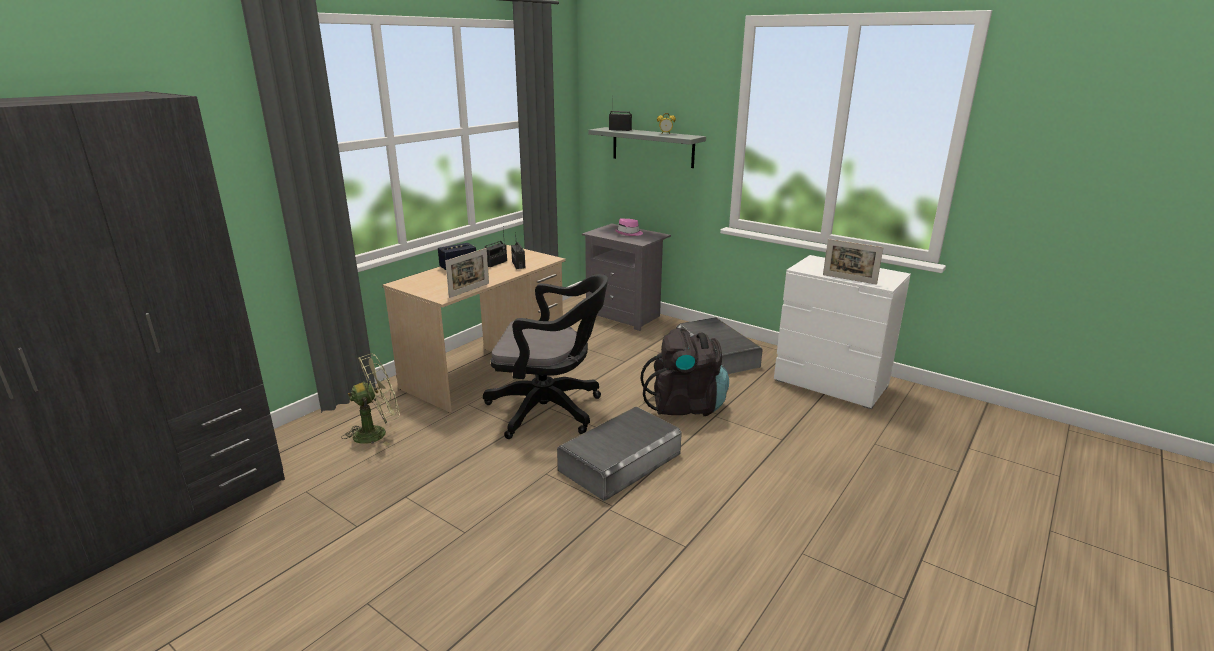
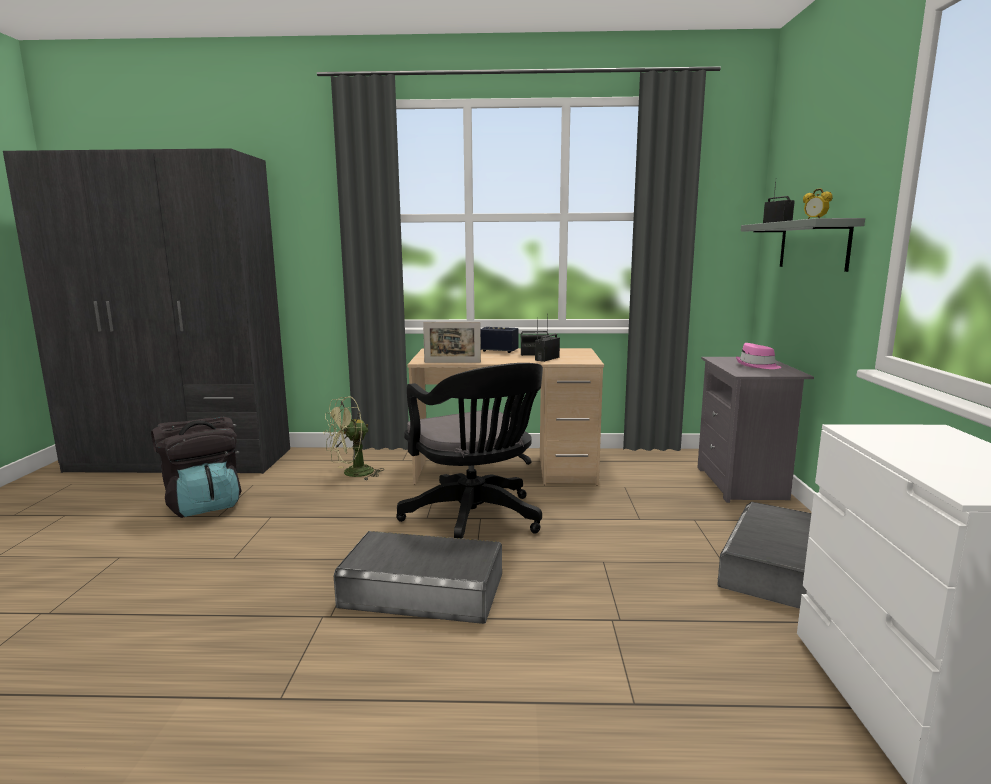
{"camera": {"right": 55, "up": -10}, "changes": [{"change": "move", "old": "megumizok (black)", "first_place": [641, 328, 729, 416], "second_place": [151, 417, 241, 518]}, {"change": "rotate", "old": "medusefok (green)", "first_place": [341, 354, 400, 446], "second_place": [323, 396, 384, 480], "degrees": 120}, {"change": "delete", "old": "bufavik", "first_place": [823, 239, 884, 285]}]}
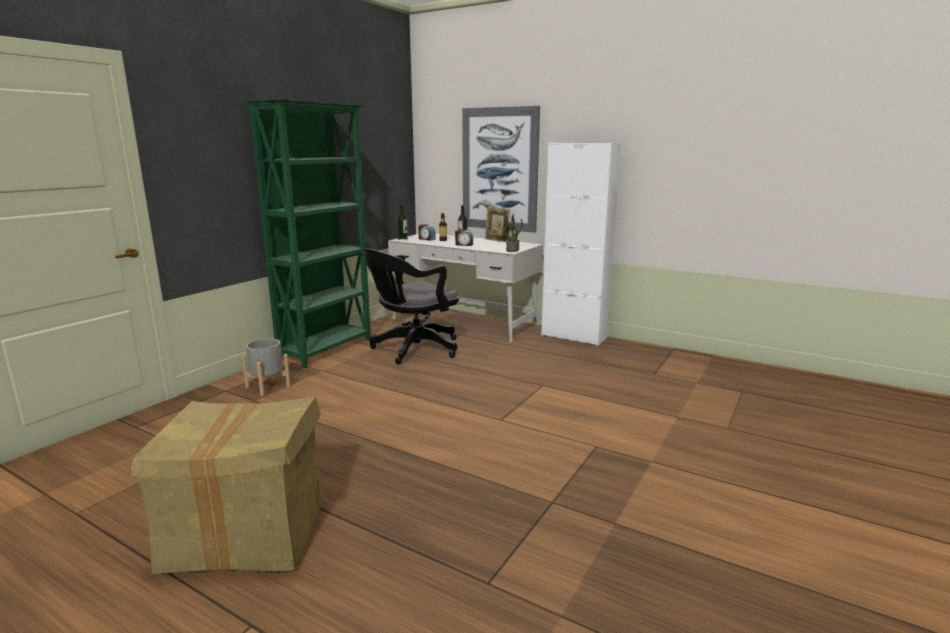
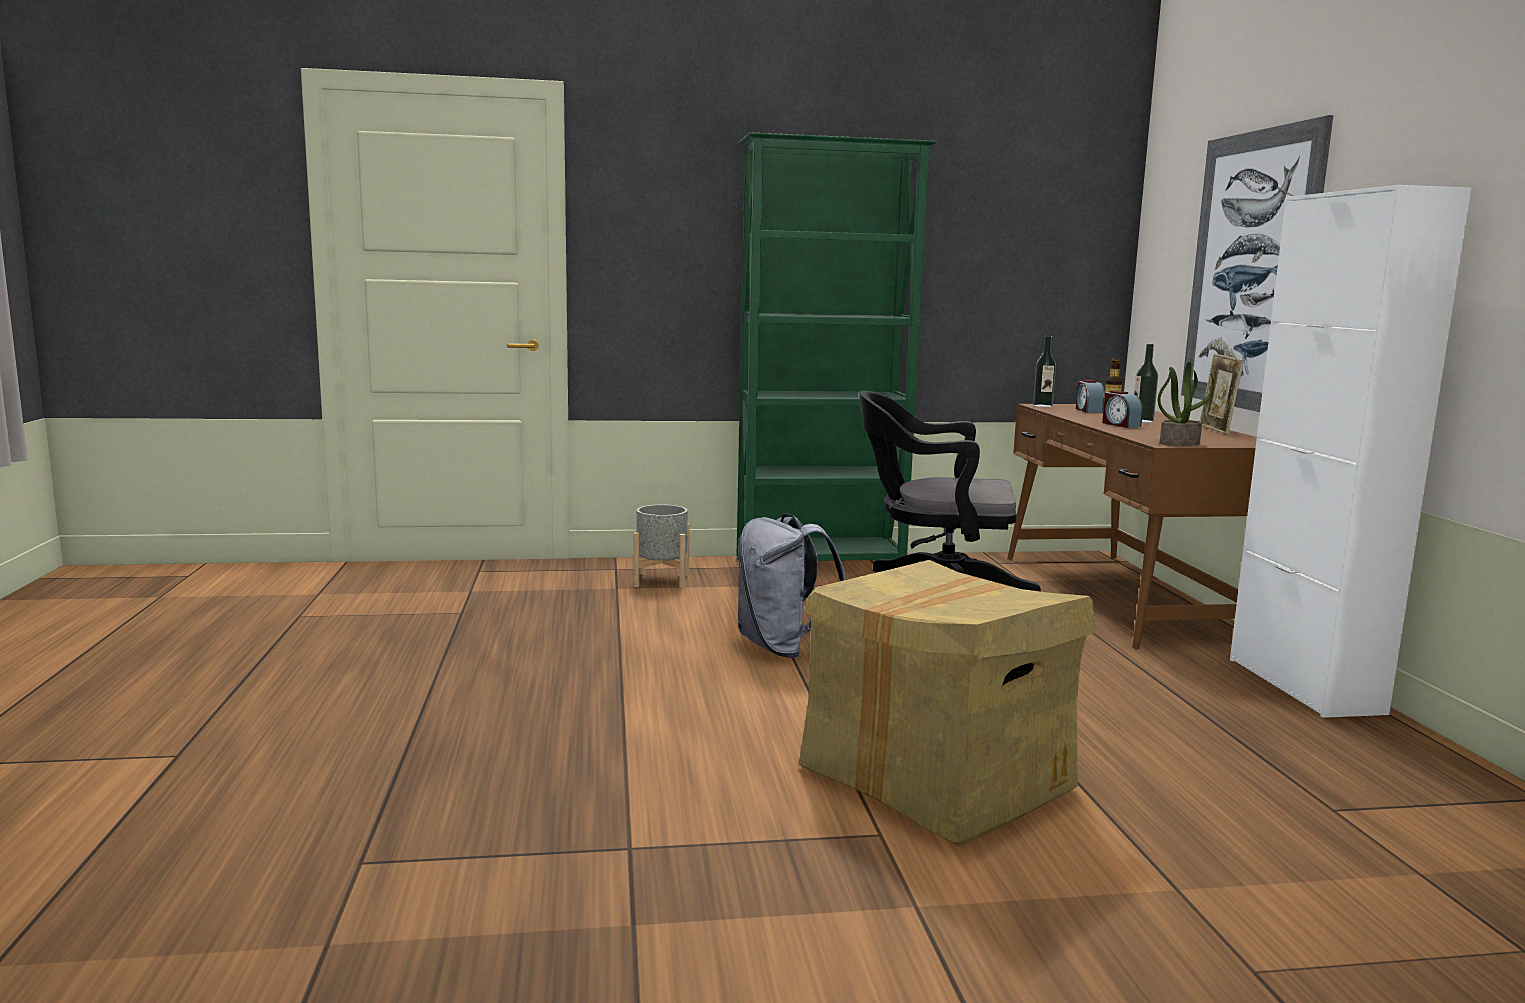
{"camera": {"right": 50, "up": -5}, "changes": [{"change": "insert", "new": "megumizok (grey)", "second_place": [737, 514, 846, 658]}, {"change": "move", "old": "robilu", "first_place": [131, 397, 325, 574], "second_place": [799, 560, 1095, 846]}, {"change": "recolor", "old": "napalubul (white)", "new": "napalubul (brown)", "first_place": [388, 234, 543, 342], "second_place": [1007, 404, 1257, 649]}]}
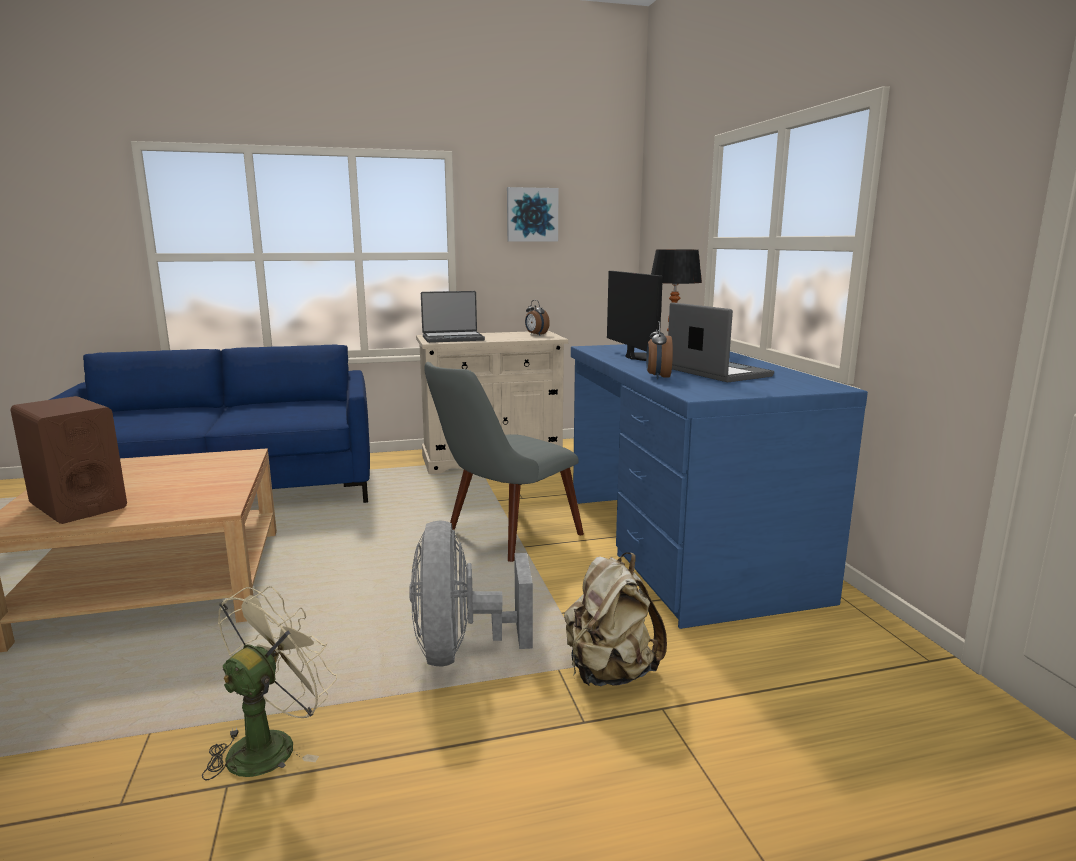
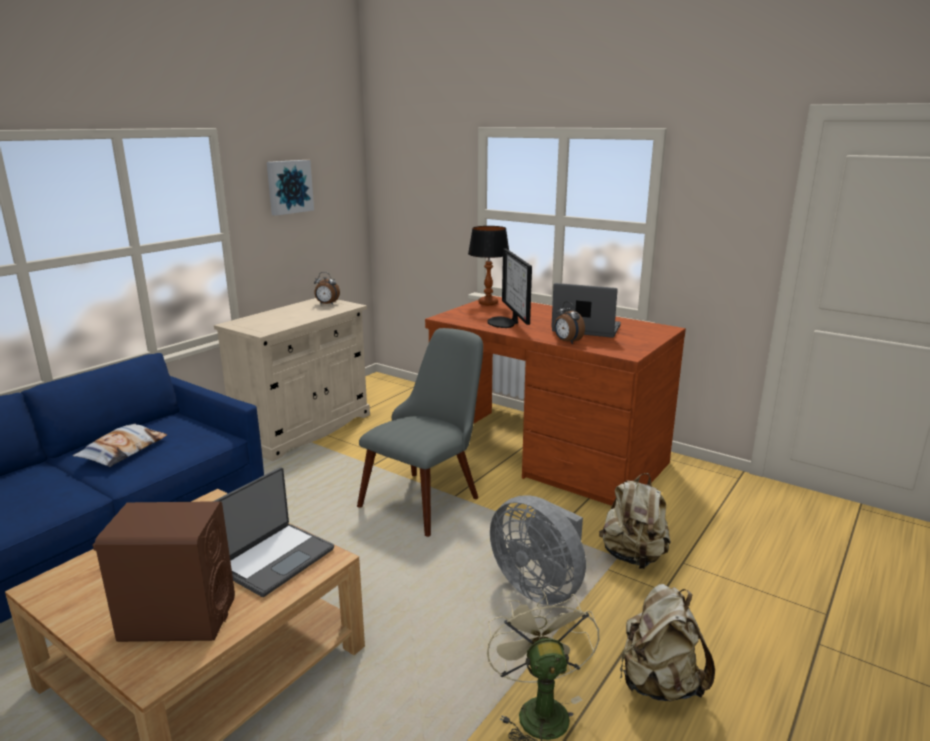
{"camera": {"right": -40, "up": 5}, "changes": [{"change": "insert", "new": "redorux", "second_place": [73, 424, 167, 467]}, {"change": "move", "old": "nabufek", "first_place": [421, 291, 485, 343], "second_place": [215, 467, 334, 597]}, {"change": "rotate", "old": "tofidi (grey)", "first_place": [424, 362, 584, 562], "second_place": [357, 328, 483, 537], "degrees": -150}, {"change": "recolor", "old": "napalubul (blue)", "new": "napalubul (brown)", "first_place": [571, 344, 868, 629], "second_place": [425, 296, 686, 506]}, {"change": "rotate", "old": "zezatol", "first_place": [607, 271, 663, 361], "second_place": [487, 248, 532, 328], "degrees": -135}, {"change": "insert", "new": "megumizok (beige)", "second_place": [619, 584, 715, 702]}]}
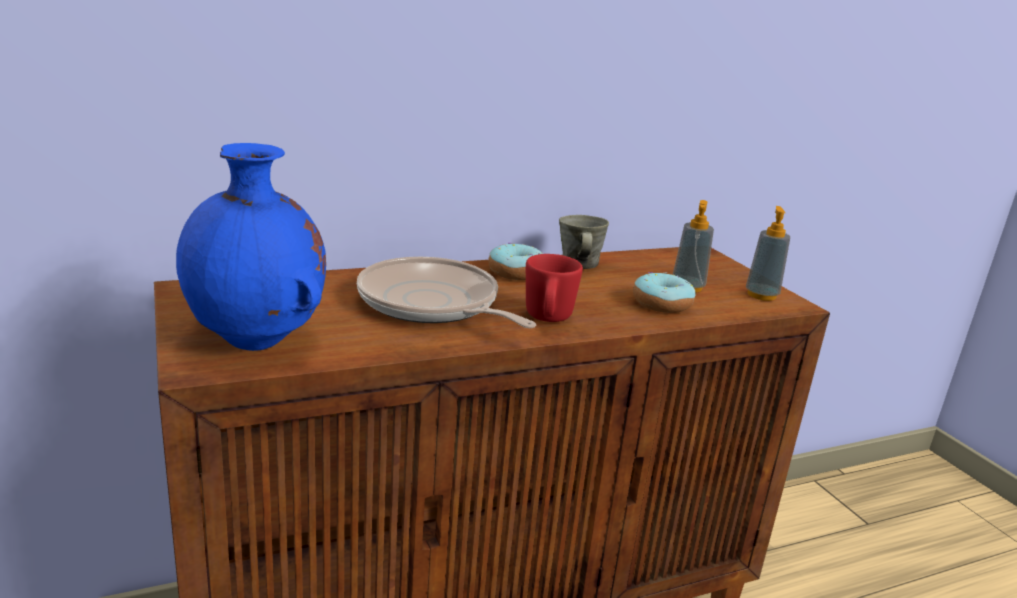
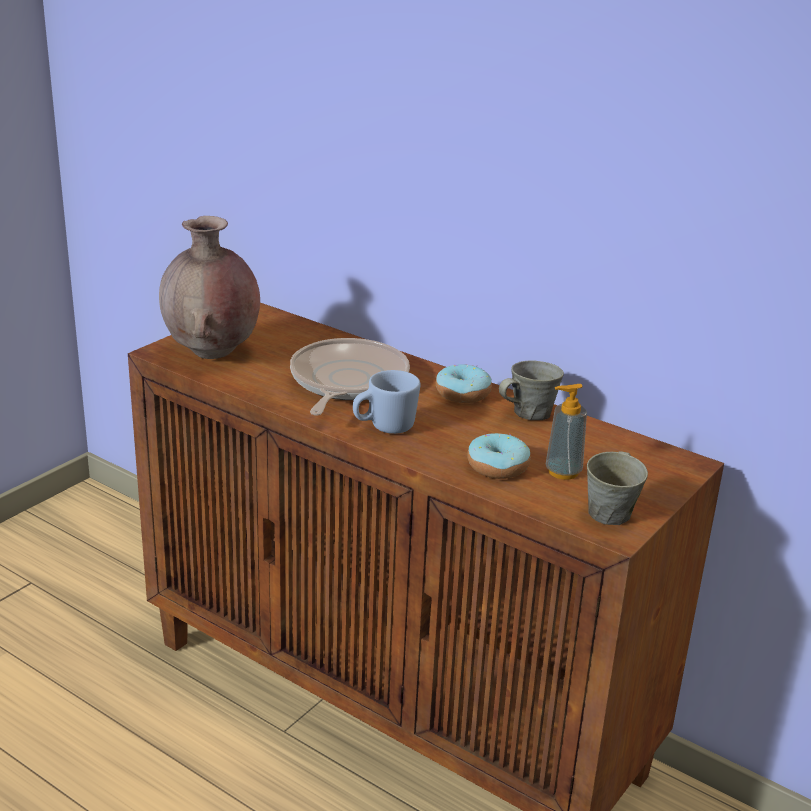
{"camera": {"right": 60, "up": 5}, "changes": [{"change": "recolor", "old": "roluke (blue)", "new": "roluke (brown)", "first_place": [176, 143, 326, 351], "second_place": [159, 216, 260, 359]}, {"change": "recolor", "old": "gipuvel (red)", "new": "gipuvel (blue)", "first_place": [526, 254, 583, 322], "second_place": [353, 370, 420, 434]}, {"change": "replace", "old": "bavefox", "new": "gipuvel (grey)", "first_place": [746, 206, 790, 301], "second_place": [587, 451, 648, 525]}]}
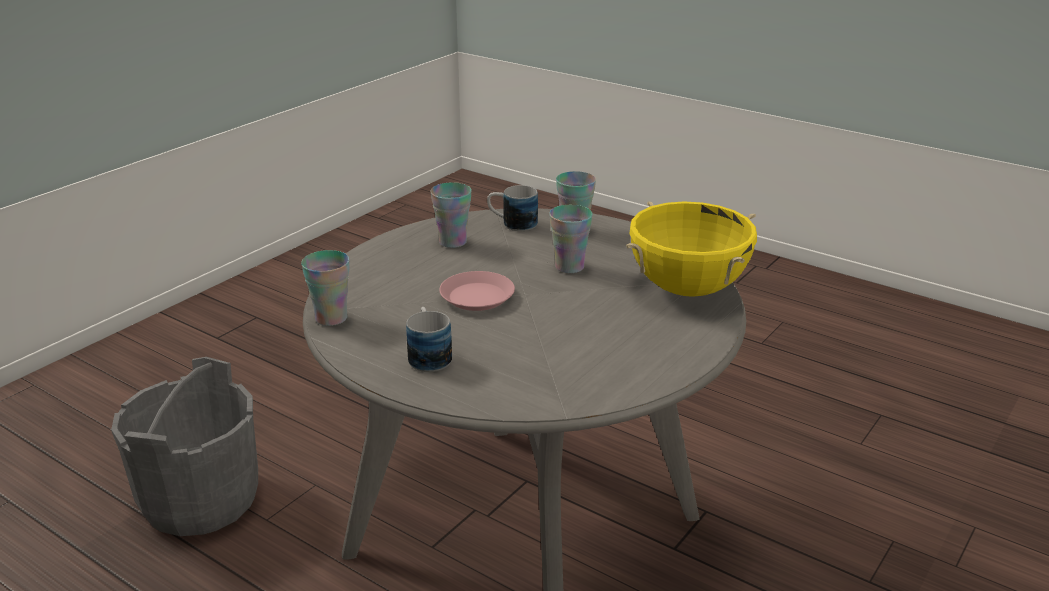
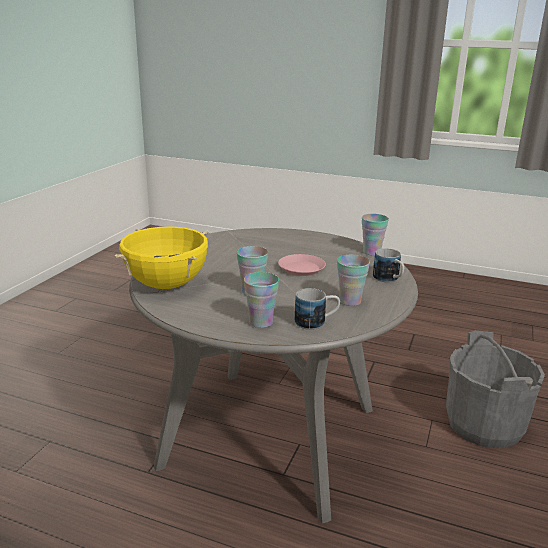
{"camera": {"right": 165, "up": -5}, "changes": [{"change": "move", "old": "gipuvel", "first_place": [406, 307, 452, 372], "second_place": [373, 248, 404, 282]}]}
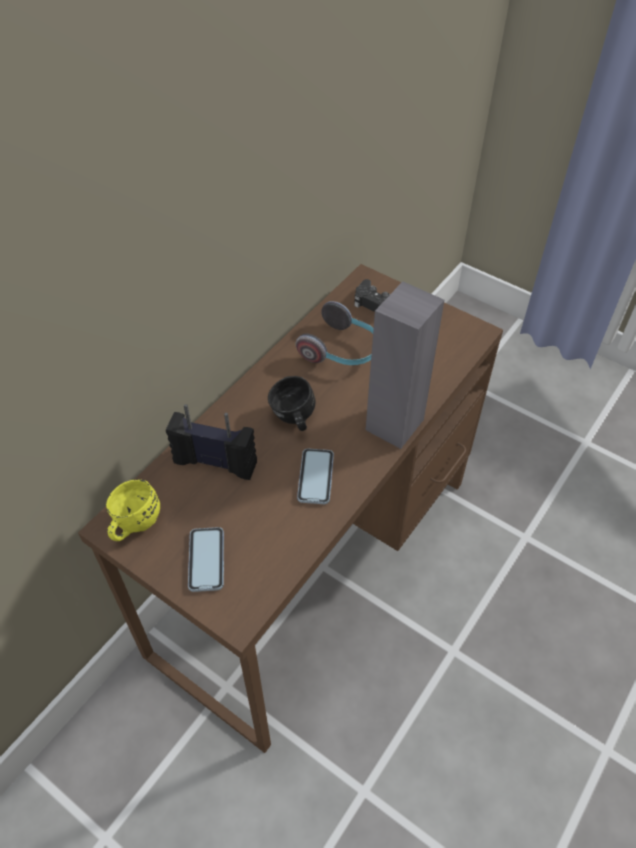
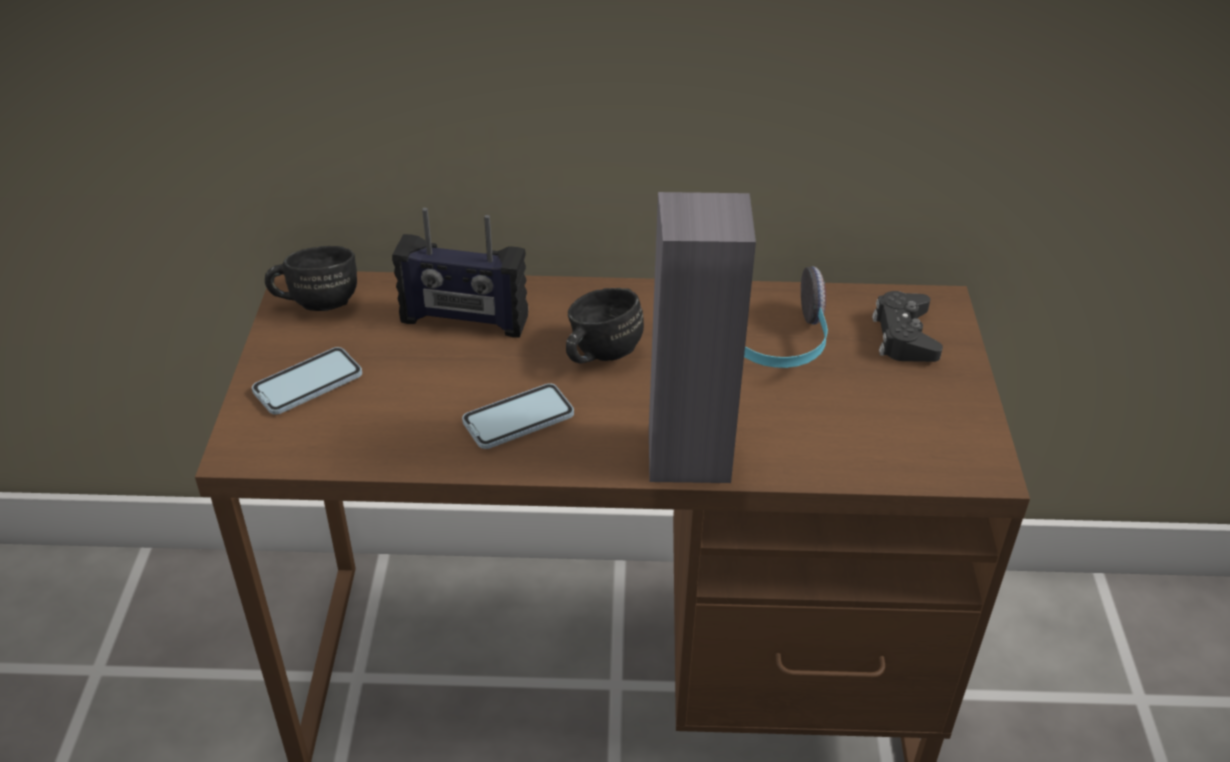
{"camera": {"right": 55, "up": -10}, "changes": [{"change": "recolor", "old": "gipuvel (yellow)", "new": "gipuvel (black)", "first_place": [106, 479, 160, 541], "second_place": [265, 246, 357, 311]}, {"change": "rotate", "old": "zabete", "first_place": [166, 404, 257, 480], "second_place": [392, 208, 528, 338], "degrees": 120}]}
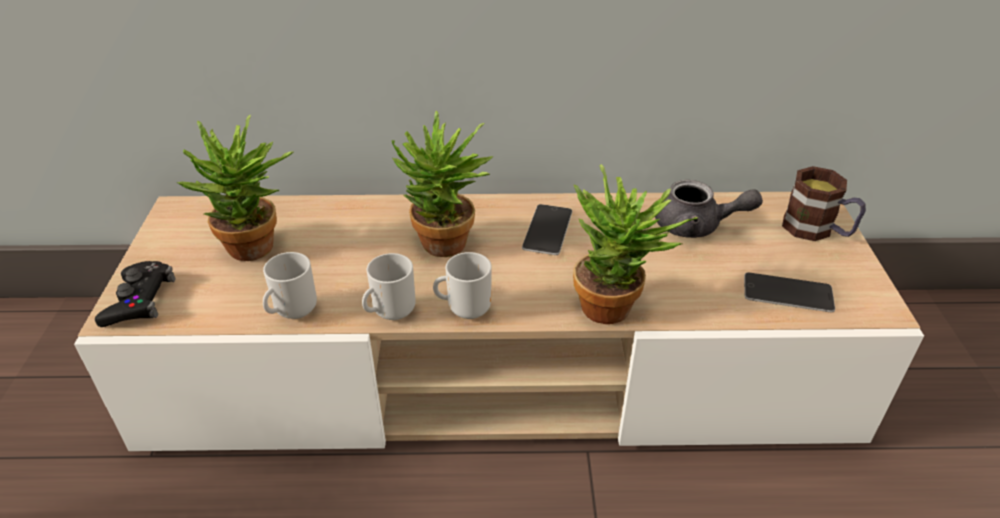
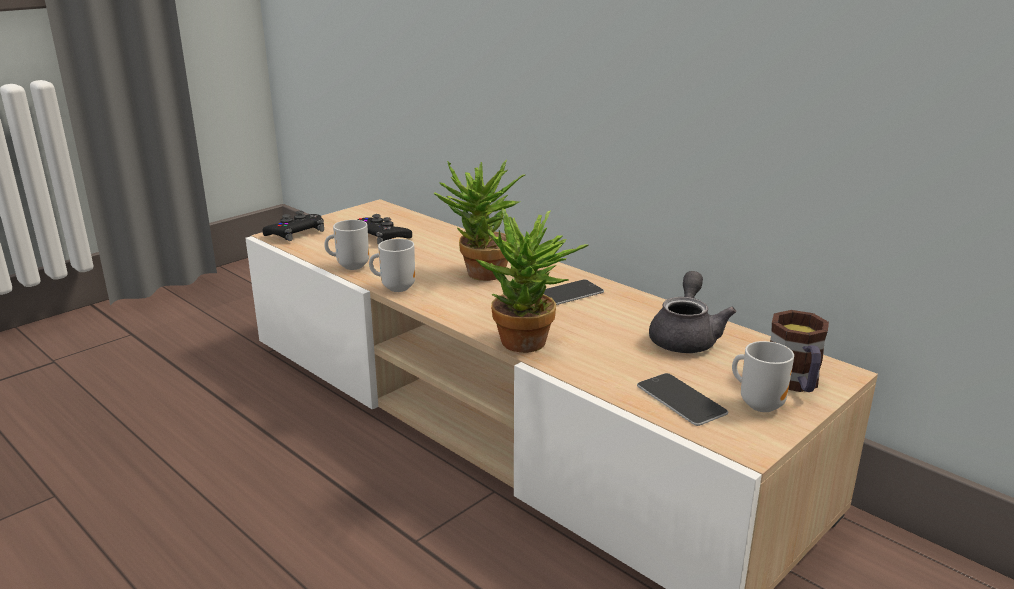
{"camera": {"right": 45, "up": -15}, "changes": [{"change": "replace", "old": "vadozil", "new": "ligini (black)", "first_place": [176, 115, 293, 261], "second_place": [357, 214, 412, 245]}, {"change": "rotate", "old": "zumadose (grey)", "first_place": [655, 180, 763, 238], "second_place": [649, 271, 737, 353], "degrees": -135}, {"change": "move", "old": "gipuvel", "first_place": [433, 252, 492, 319], "second_place": [732, 341, 794, 412]}]}
